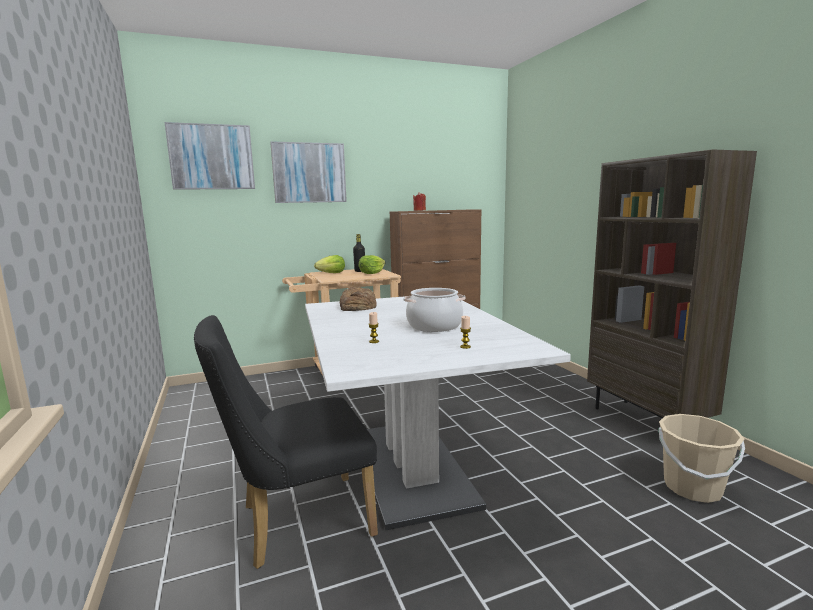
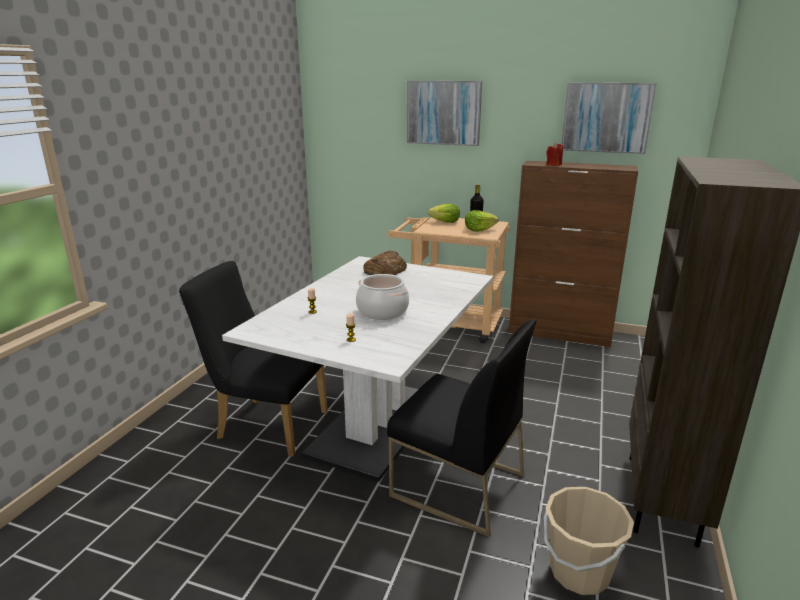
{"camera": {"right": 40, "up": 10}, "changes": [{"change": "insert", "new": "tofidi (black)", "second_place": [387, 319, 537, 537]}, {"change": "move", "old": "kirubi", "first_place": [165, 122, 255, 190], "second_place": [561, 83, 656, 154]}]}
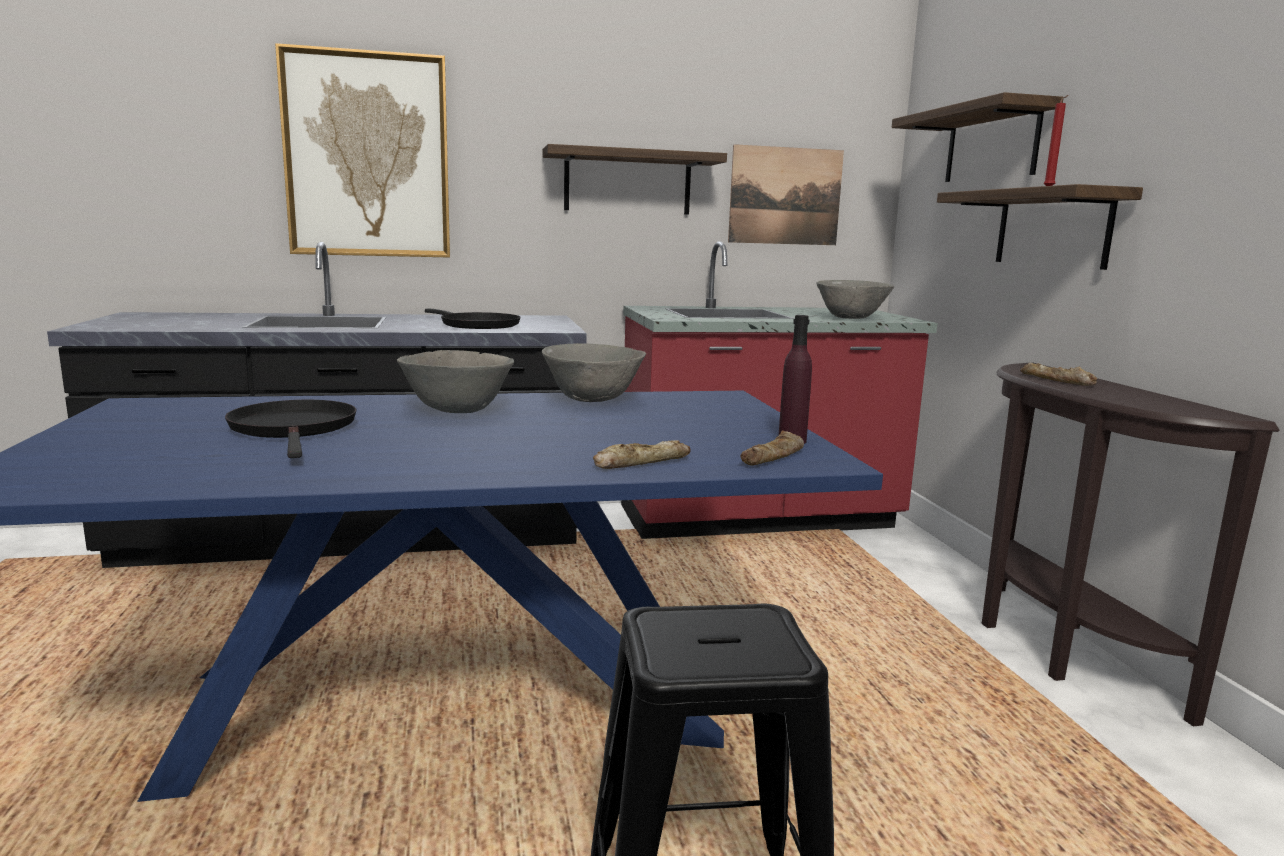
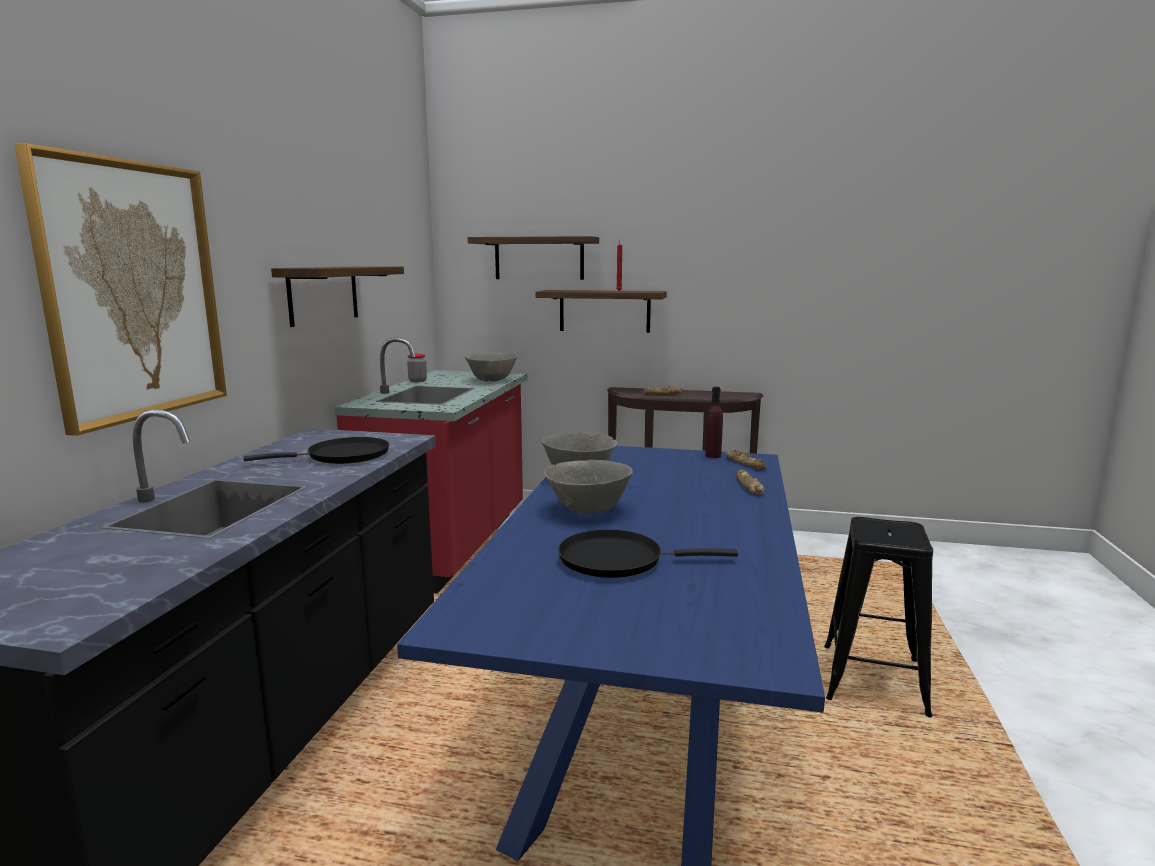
{"camera": {"right": -65, "up": 0}, "changes": [{"change": "insert", "new": "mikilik", "second_place": [407, 354, 427, 382]}, {"change": "delete", "old": "kirubi", "first_place": [728, 144, 844, 245]}]}
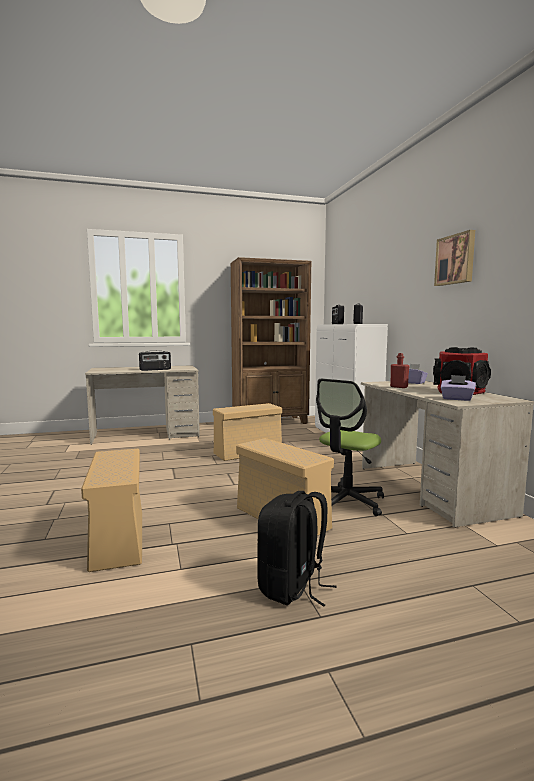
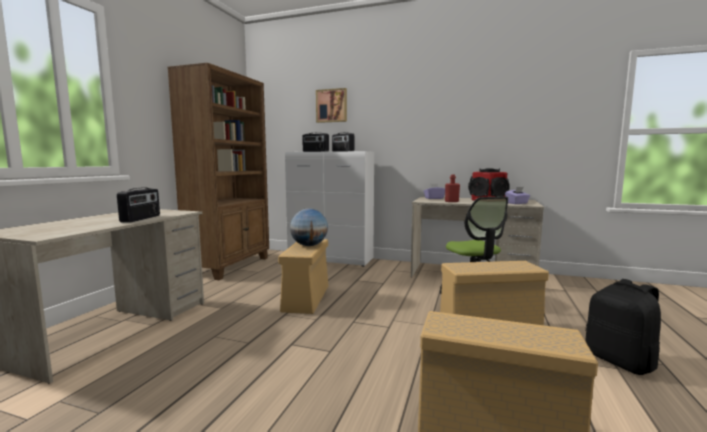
{"camera": {"right": -55, "up": 0}, "changes": [{"change": "insert", "new": "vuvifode", "second_place": [290, 209, 328, 246]}, {"change": "move", "old": "kirubi", "first_place": [434, 230, 475, 286], "second_place": [316, 88, 347, 123]}]}
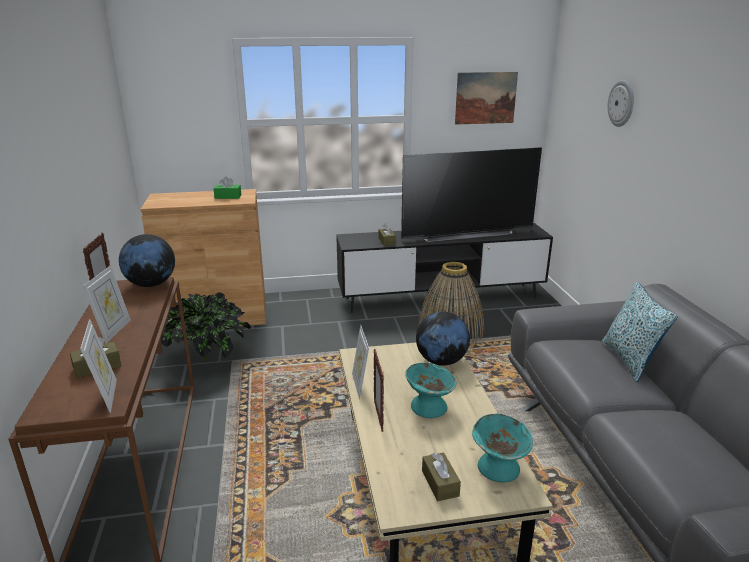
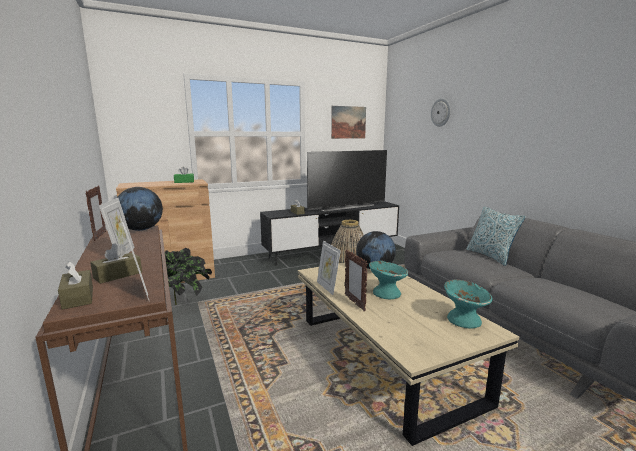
{"camera": {"right": -15, "up": -10}, "changes": [{"change": "move", "old": "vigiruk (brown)", "first_place": [422, 452, 461, 501], "second_place": [58, 261, 93, 310]}]}
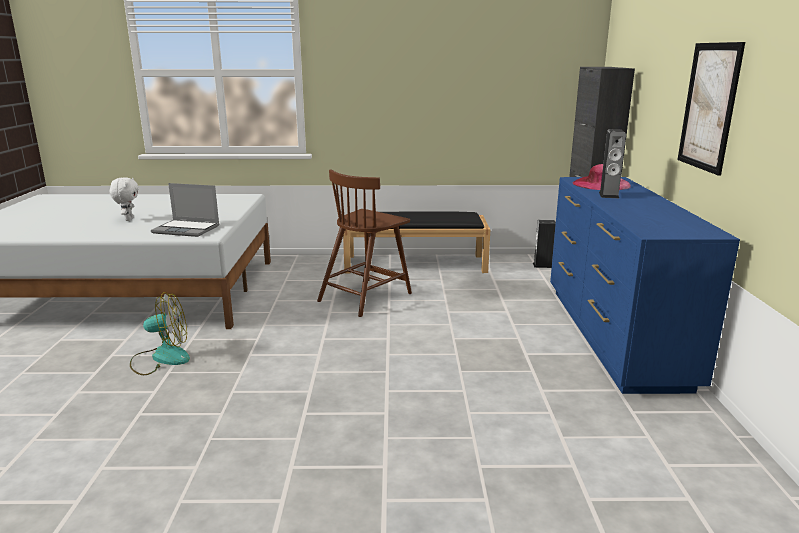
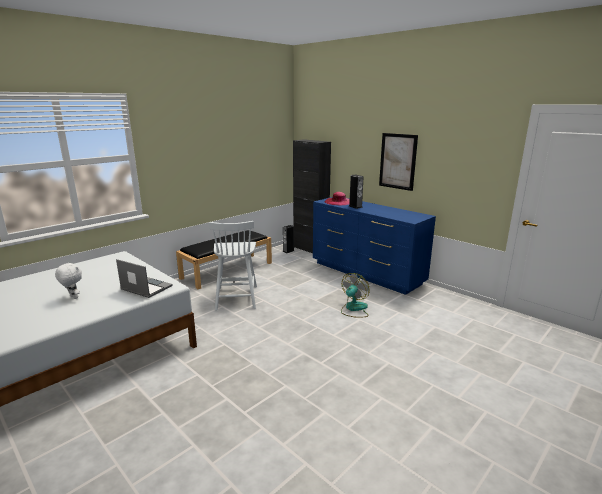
{"camera": {"right": -45, "up": 0}, "changes": [{"change": "rotate", "old": "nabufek", "first_place": [151, 183, 220, 237], "second_place": [116, 259, 173, 298], "degrees": -120}, {"change": "recolor", "old": "tofidi (brown)", "new": "tofidi (white)", "first_place": [317, 169, 412, 317], "second_place": [209, 221, 257, 311]}, {"change": "move", "old": "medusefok", "first_place": [130, 292, 190, 375], "second_place": [341, 273, 370, 318]}]}
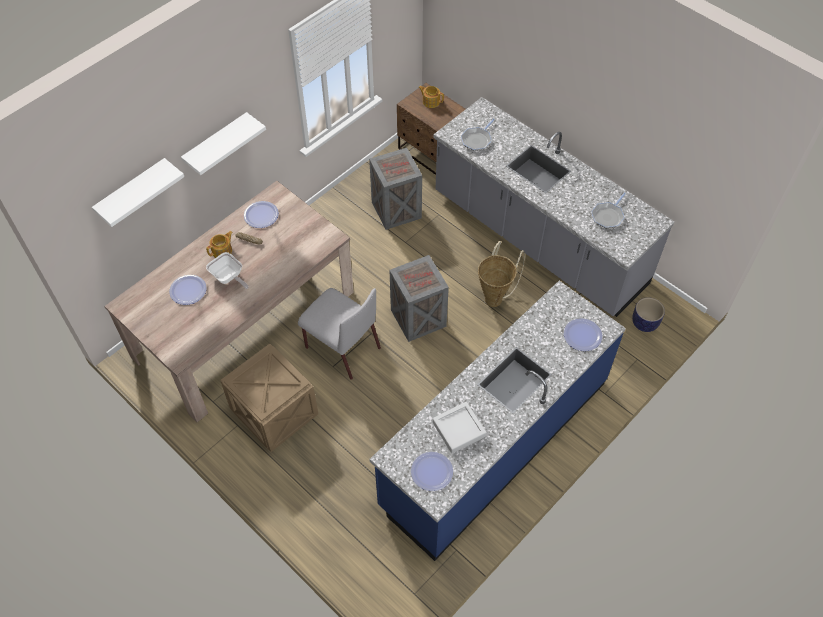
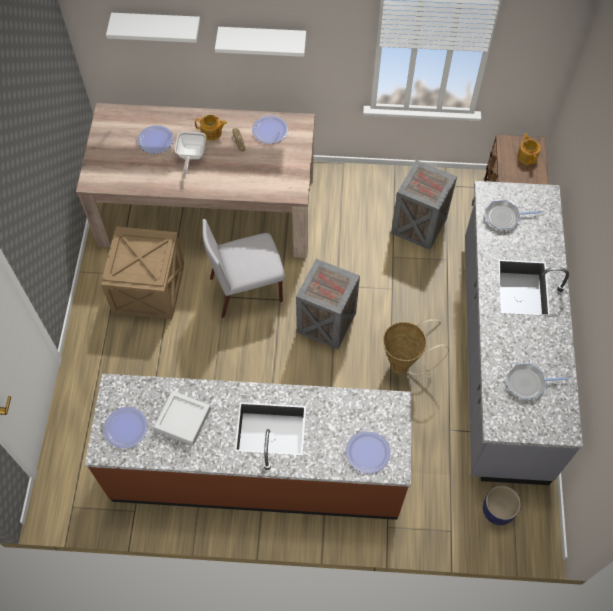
{"camera": {"right": 50, "up": 5}, "changes": [{"change": "recolor", "old": "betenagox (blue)", "new": "betenagox (brown)", "first_place": [369, 281, 626, 561], "second_place": [85, 374, 412, 520]}, {"change": "rotate", "old": "tofidi (grey)", "first_place": [298, 288, 381, 380], "second_place": [202, 219, 285, 318], "degrees": 75}]}
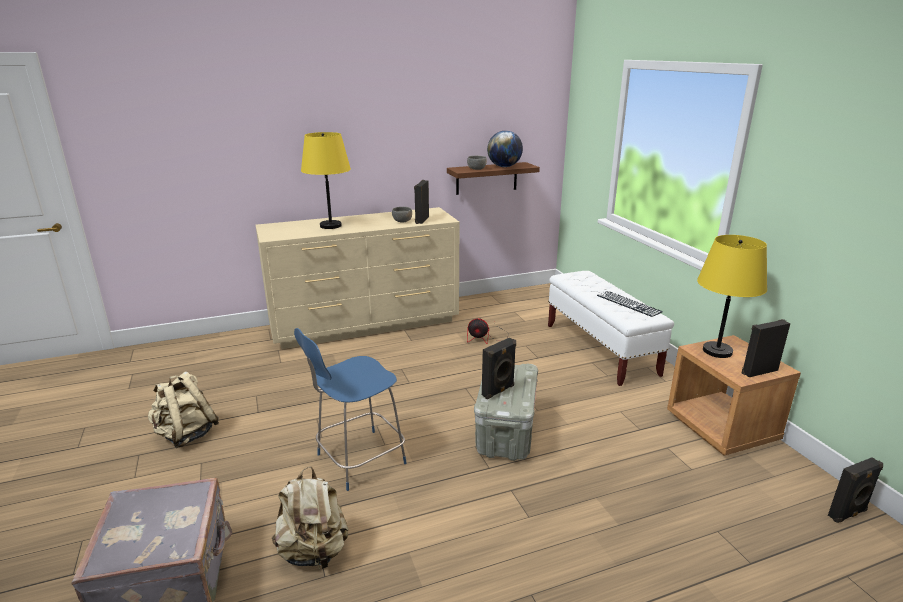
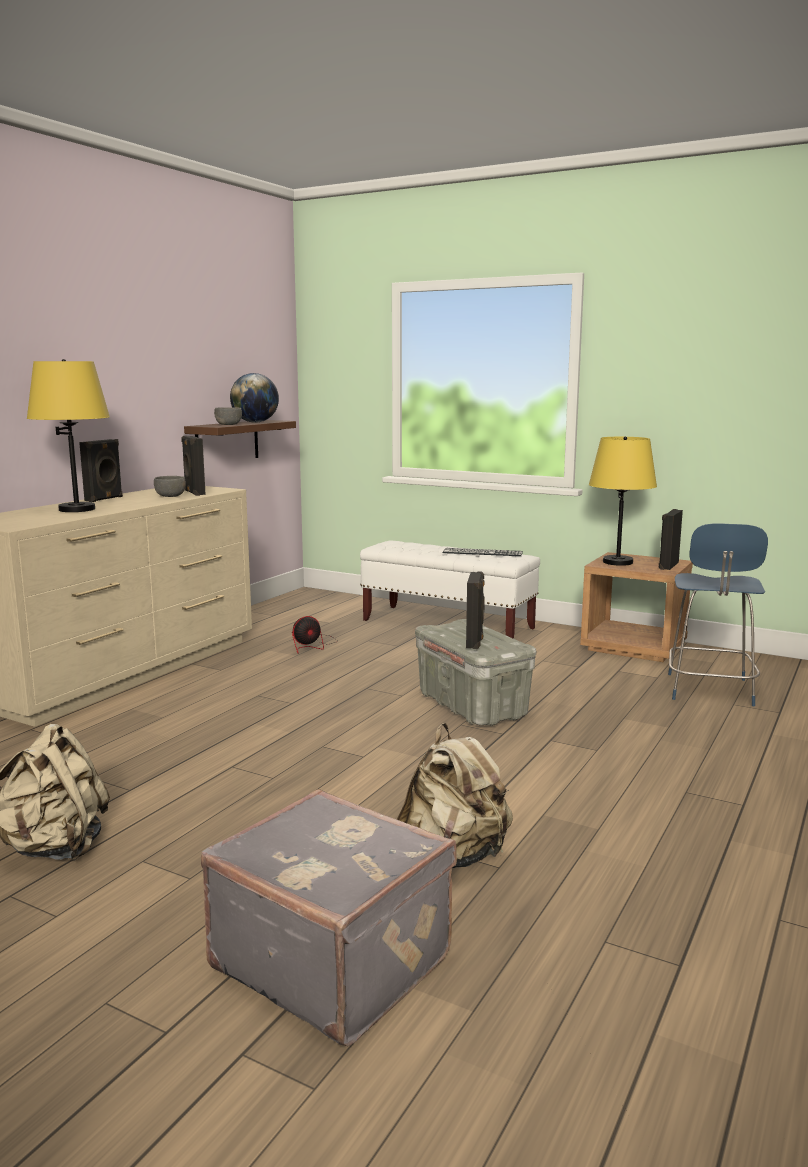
{"camera": {"right": -40, "up": -10}, "changes": [{"change": "move", "old": "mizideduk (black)", "first_place": [828, 457, 883, 523], "second_place": [79, 439, 123, 502]}, {"change": "move", "old": "tofidi (blue)", "first_place": [294, 328, 407, 491], "second_place": [668, 523, 768, 706]}]}
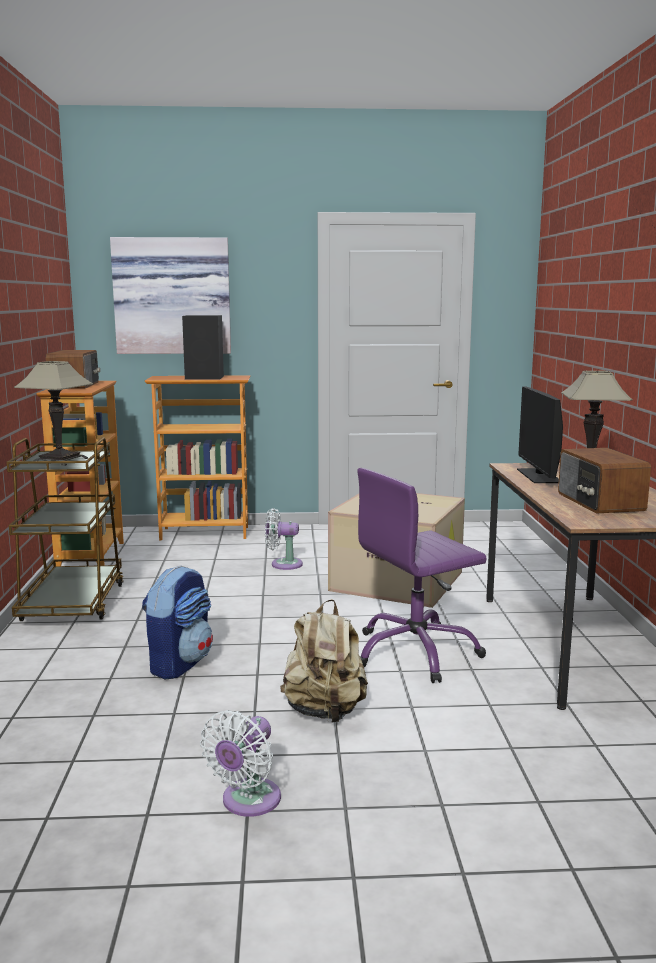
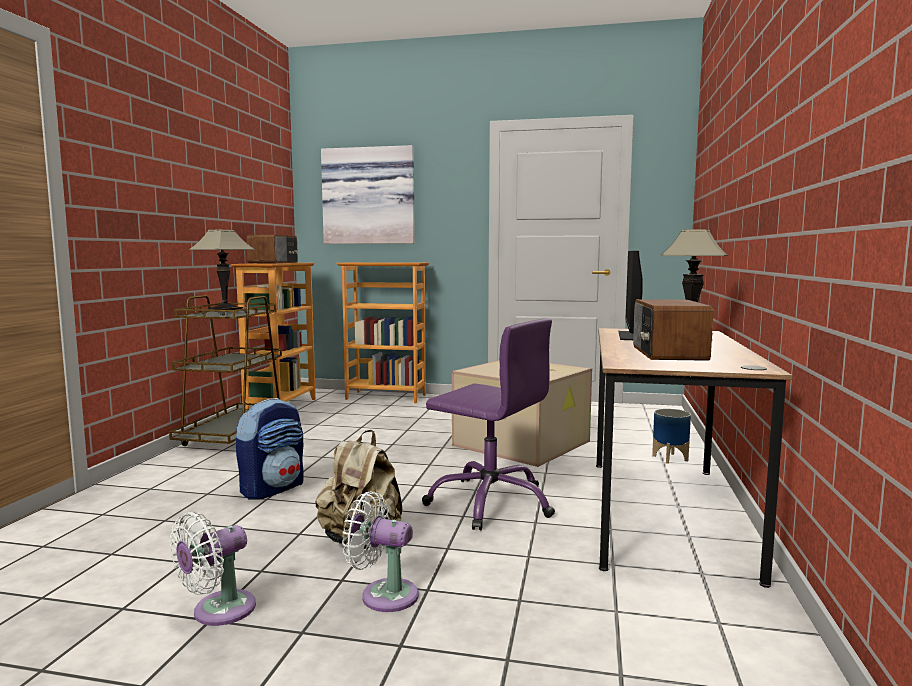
{"camera": {"right": 15, "up": -5}, "changes": [{"change": "move", "old": "medusefok (white)", "first_place": [265, 508, 303, 570], "second_place": [342, 491, 419, 612]}, {"change": "rotate", "old": "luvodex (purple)", "first_place": [357, 468, 487, 683], "second_place": [422, 318, 555, 530], "degrees": -135}, {"change": "insert", "new": "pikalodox", "second_place": [652, 409, 691, 464]}, {"change": "delete", "old": "mizideduk (black)", "first_place": [182, 315, 224, 380]}]}
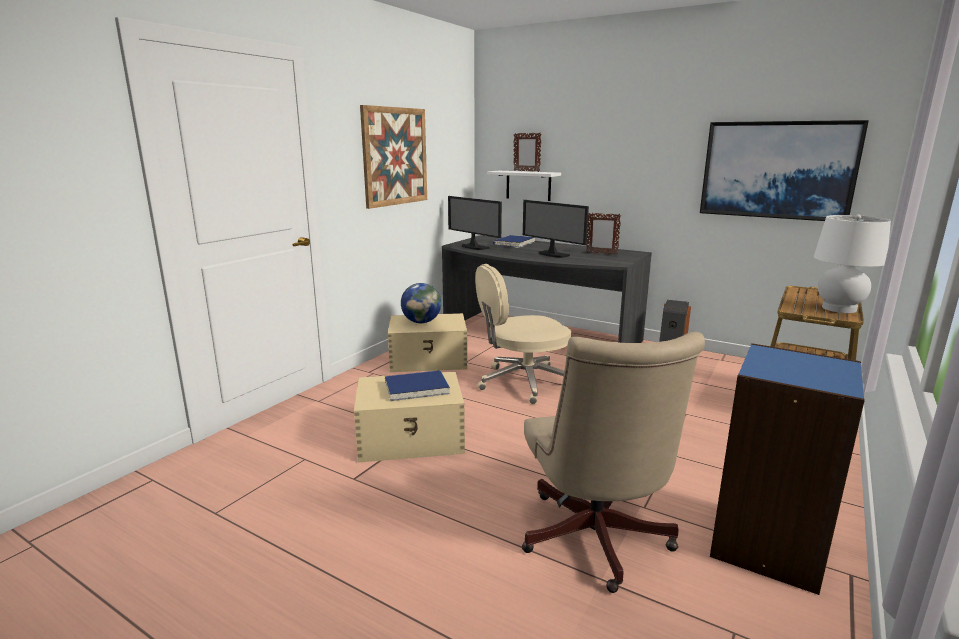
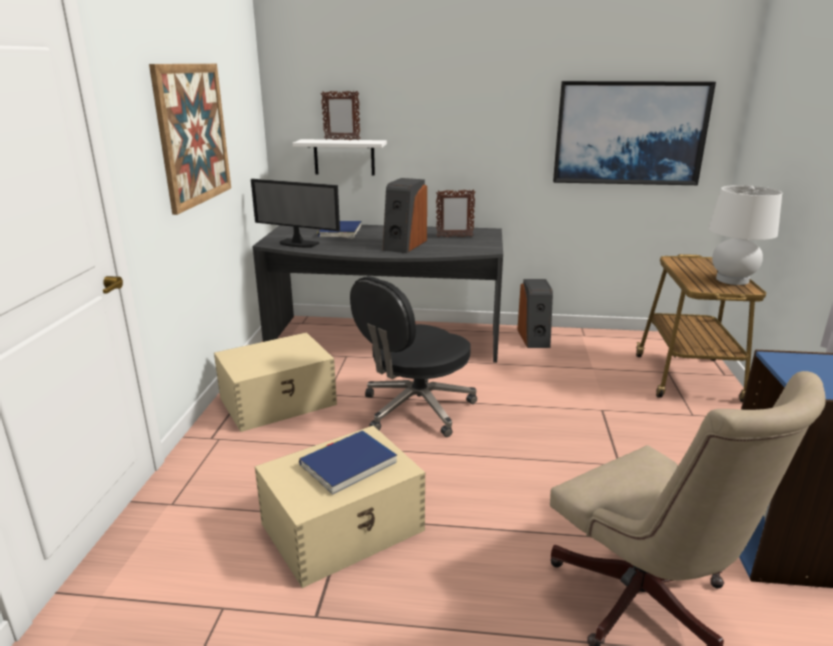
{"camera": {"right": -25, "up": 5}, "changes": [{"change": "recolor", "old": "luvodex (beige)", "new": "luvodex (black)", "first_place": [475, 264, 571, 404], "second_place": [350, 276, 477, 437]}, {"change": "replace", "old": "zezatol", "new": "mizideduk", "first_place": [523, 200, 589, 258], "second_place": [383, 178, 427, 253]}, {"change": "delete", "old": "vuvifode", "first_place": [401, 283, 441, 323]}]}
